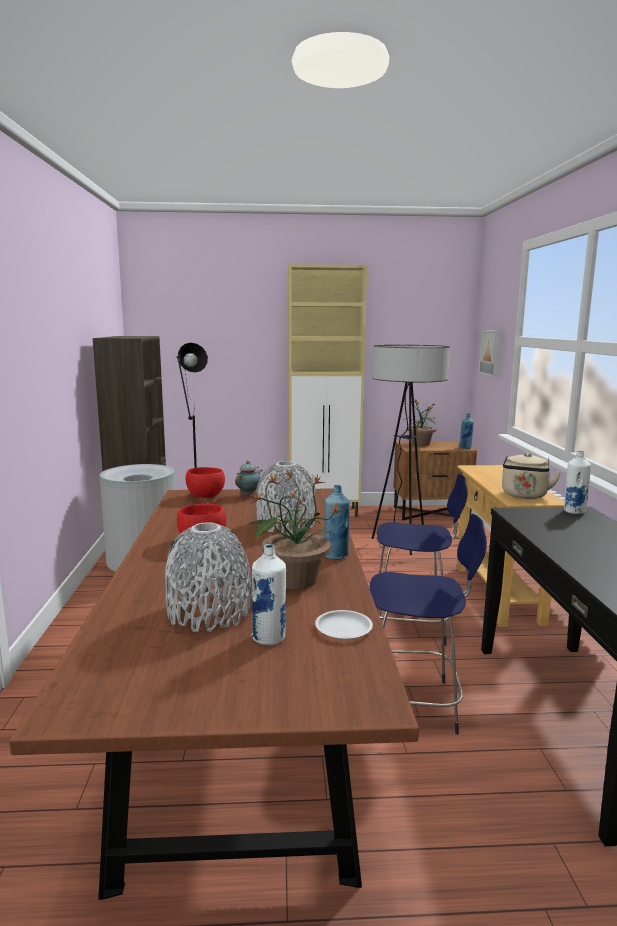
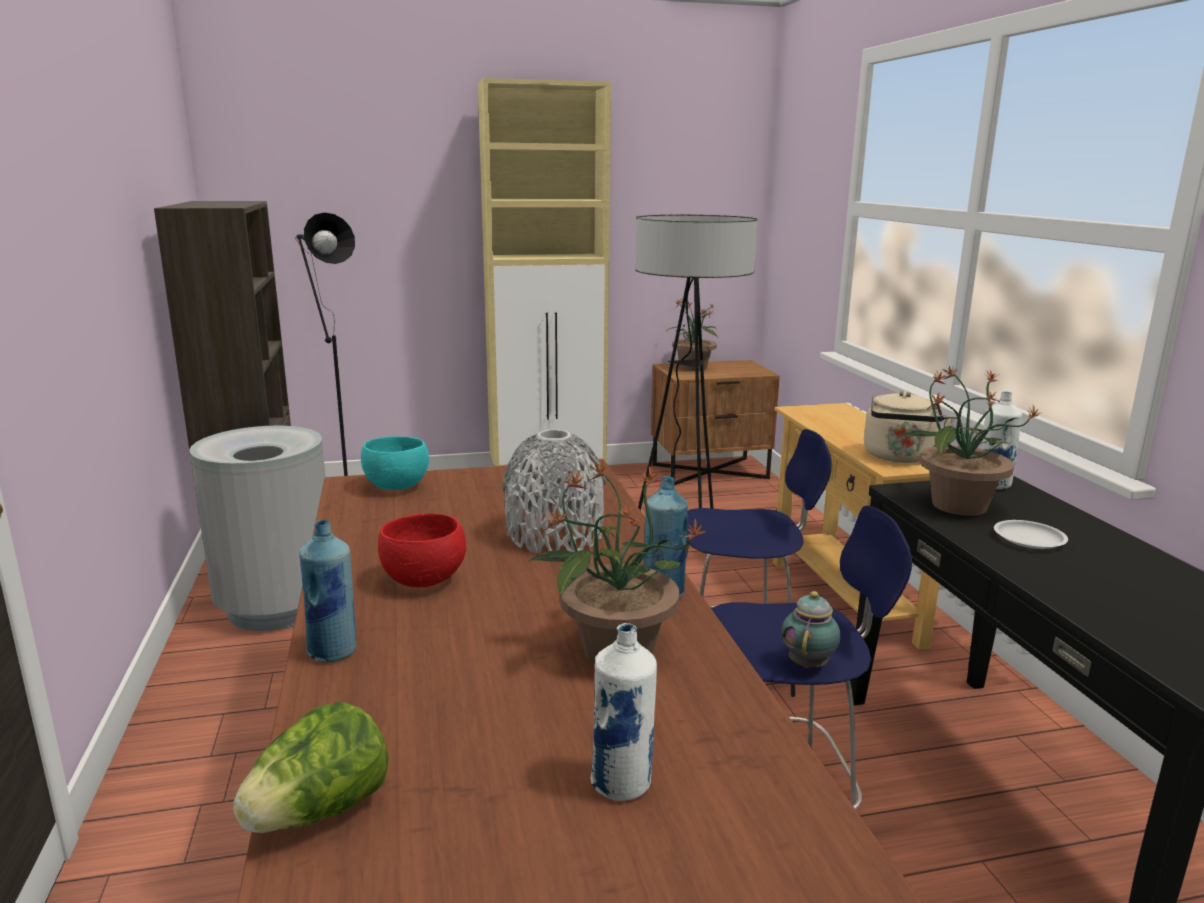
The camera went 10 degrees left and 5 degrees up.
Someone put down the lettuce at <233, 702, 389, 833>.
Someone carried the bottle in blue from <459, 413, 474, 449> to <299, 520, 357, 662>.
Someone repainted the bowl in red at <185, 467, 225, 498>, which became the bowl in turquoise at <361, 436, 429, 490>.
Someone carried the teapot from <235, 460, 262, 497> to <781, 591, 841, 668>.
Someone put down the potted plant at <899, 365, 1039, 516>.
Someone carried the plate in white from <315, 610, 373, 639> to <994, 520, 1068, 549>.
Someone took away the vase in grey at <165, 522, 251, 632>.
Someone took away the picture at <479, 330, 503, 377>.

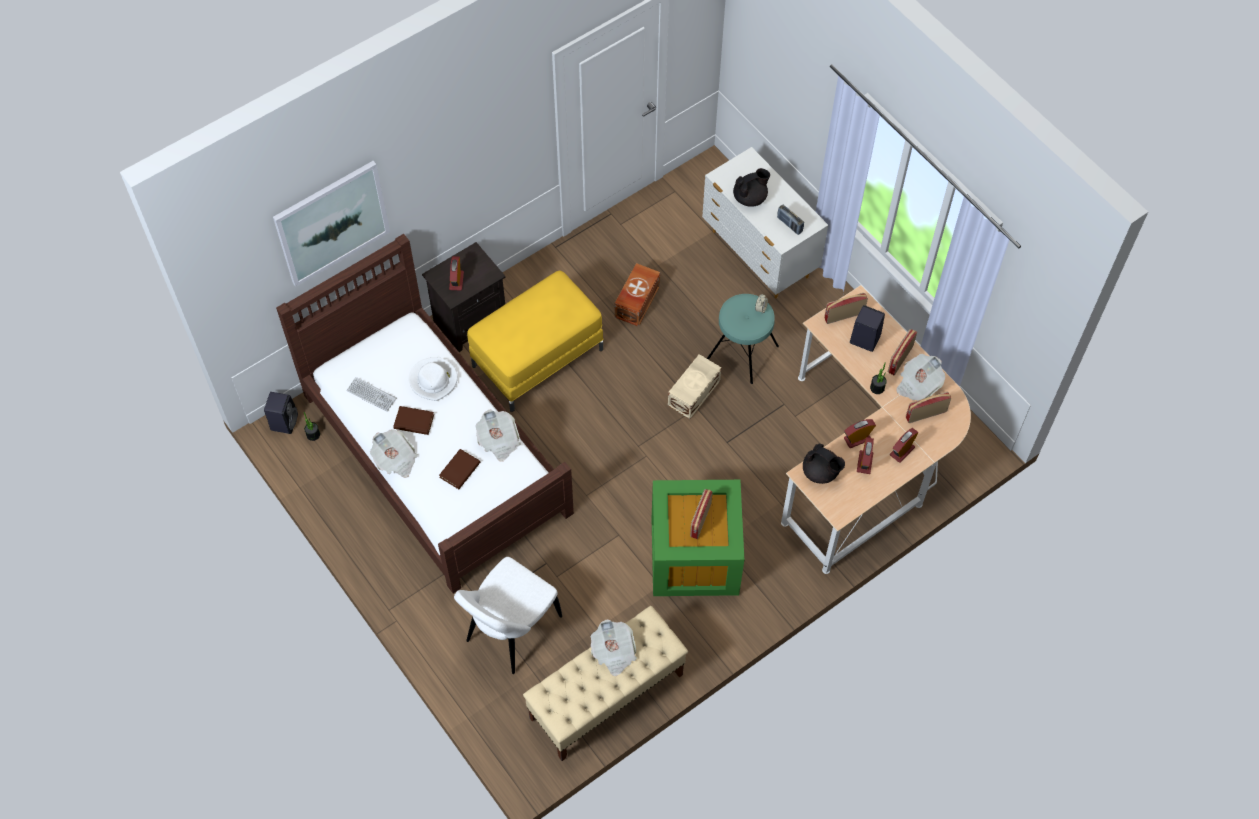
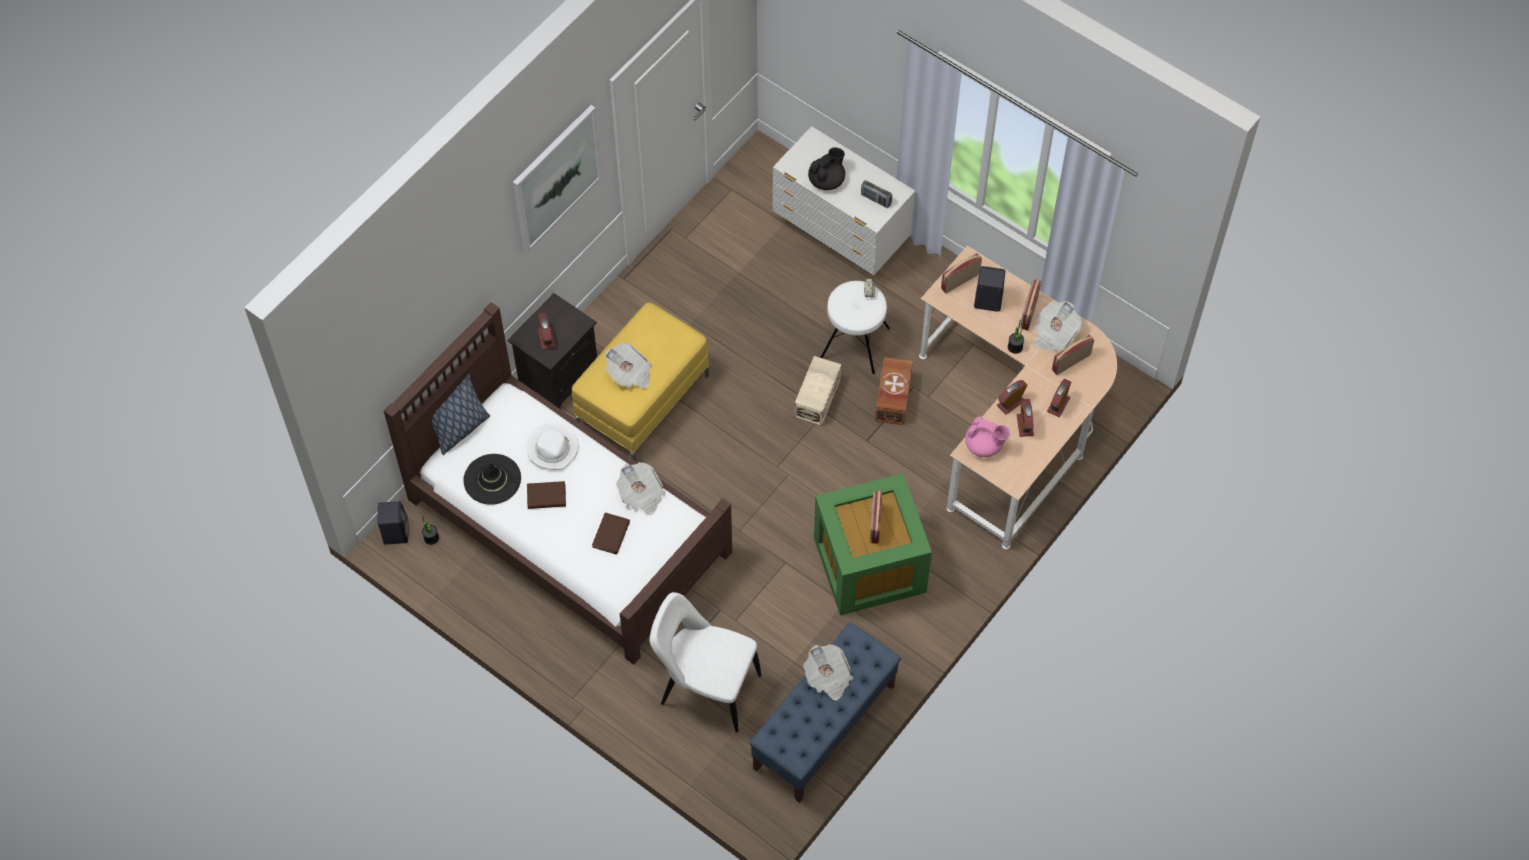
The camera went 15 degrees left and 0 degrees up.
Someone put down the pillow at <431, 374, 490, 455>.
Someone swapped the keyboard at <347, 377, 396, 412> for the hat in black at <463, 454, 521, 505>.
Someone carried the picture from <273, 161, 390, 287> to <513, 105, 603, 253>.
Someone carried the newspaper from <370, 430, 418, 478> to <605, 343, 651, 389>.
Someone rotated the chair in white at <454, 557, 562, 674> by 90 degrees clockwise.
Someone repainted the bench in beige at <523, 606, 688, 761>, which became the bench in blue at <749, 623, 901, 803>.
Someone repainted the stool in turquoise at <707, 294, 779, 384>, which became the stool in white at <820, 281, 890, 374>.
Someone carried the storage box in brown from <615, 263, 660, 327> to <875, 357, 913, 425>.
Someone repainted the teapot in black at <803, 444, 845, 484>, which became the teapot in pink at <965, 417, 1010, 457>.

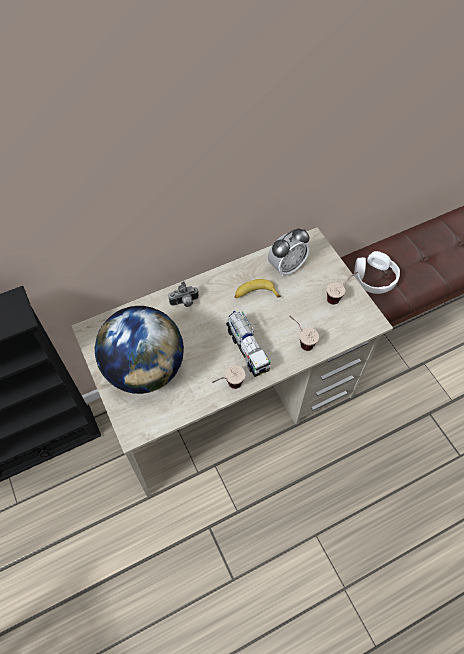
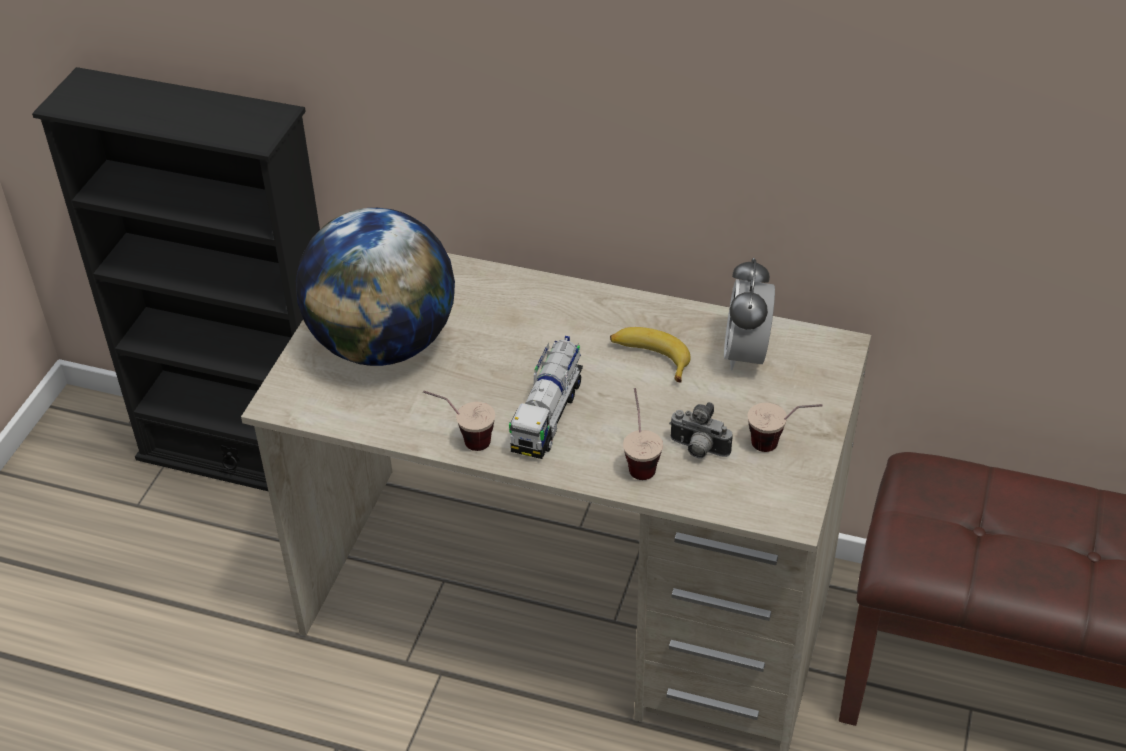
The camera went 45 degrees right and 15 degrees down.
Someone carried the photo camera from <168, 281, 199, 307> to <669, 402, 732, 458>.
Someone rotated the alarm clock at <268, 228, 310, 277> by 90 degrees clockwise.
Someone took away the headphones in white at <354, 251, 400, 294>.

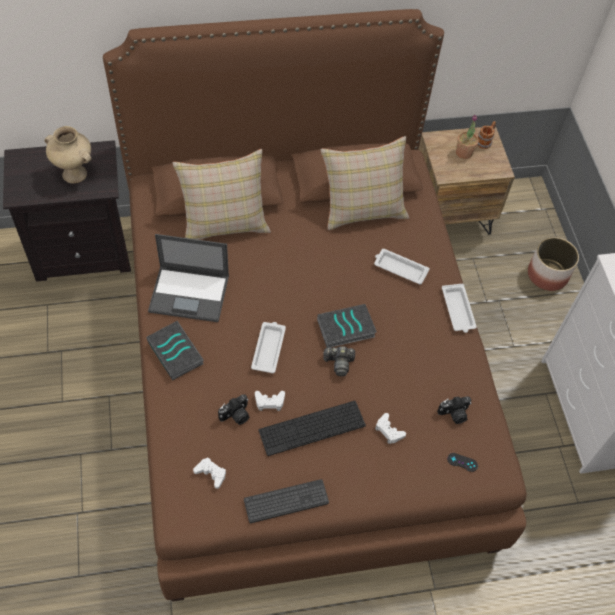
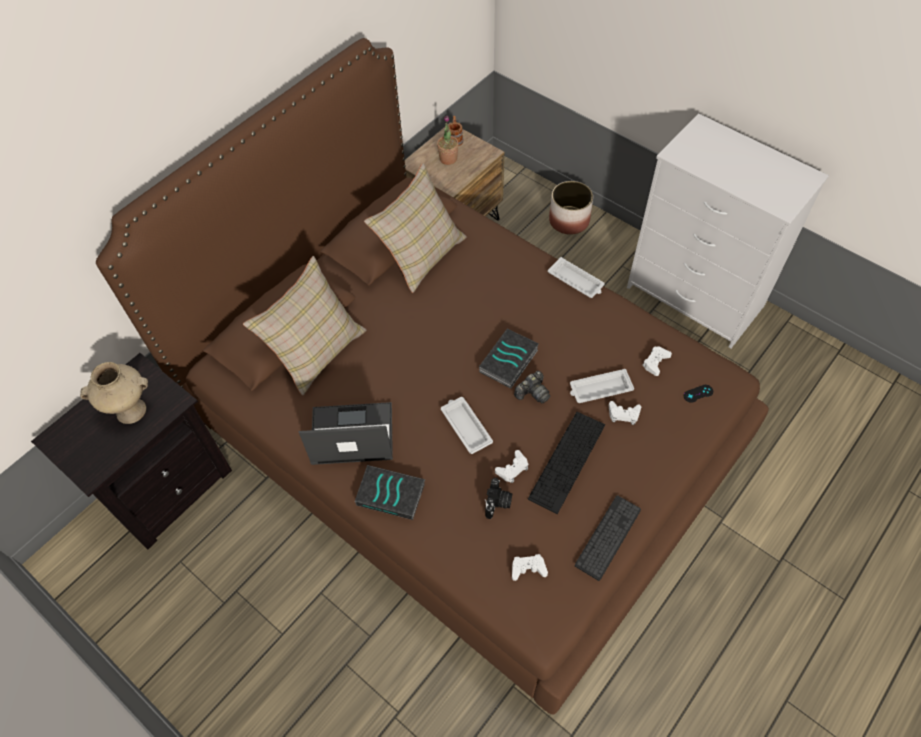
The camera went 35 degrees left and 0 degrees up.
Someone rotated the laptop at <148, 234, 229, 322> by 150 degrees counterclockwise.
Someone carried the tray in white from <374, 249, 429, 284> to <570, 369, 634, 403>.
Someone swapped the photo camera at <437, 396, 471, 424> for the game controller in white at <642, 346, 672, 376>.

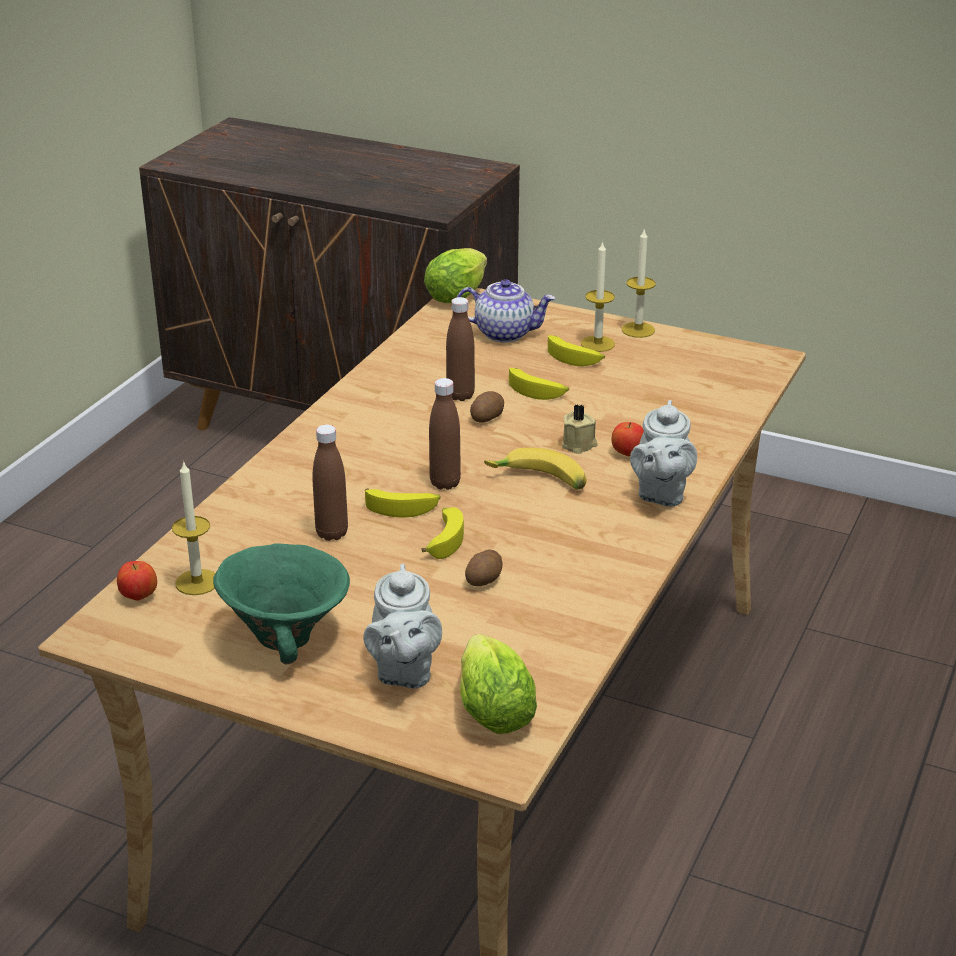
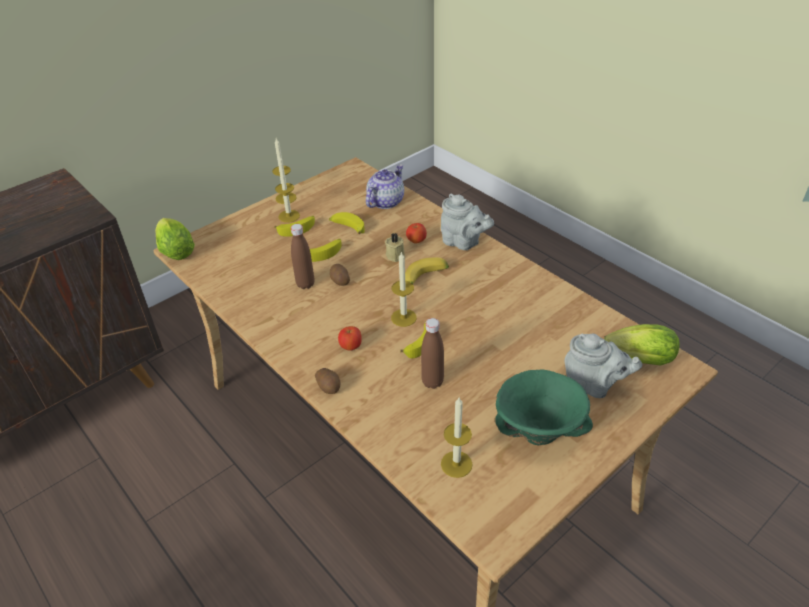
The camera went 65 degrees left and 10 degrees up.
Someone carried the potato from <465, 549, 503, 586> to <315, 368, 340, 394>.
Someone carried the banana from <421, 507, 464, 559> to <329, 212, 365, 234>.
Someone carried the apple from <117, 561, 157, 601> to <338, 326, 362, 351>.
Someone carried the teapot from <457, 279, 555, 342> to <366, 164, 404, 209>.
Someone swapped the bottle in brown at <429, 378, 461, 490> for the candle at <391, 251, 417, 327>.

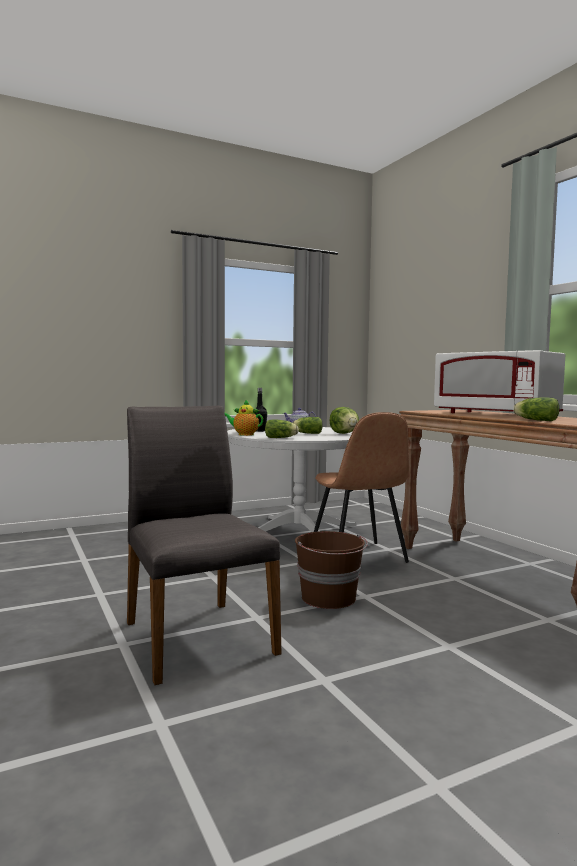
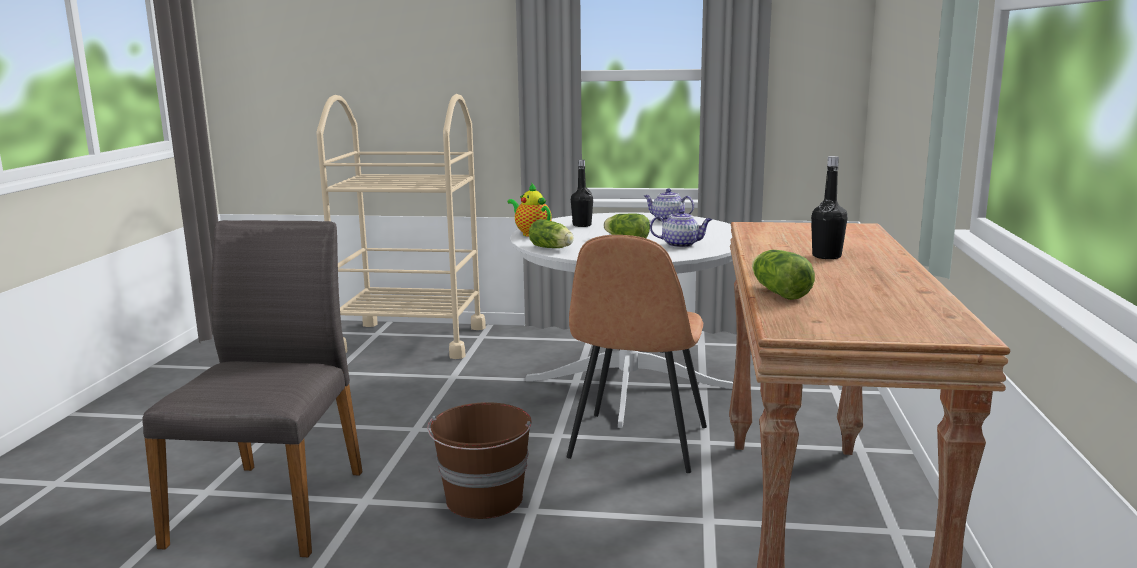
The camera went 35 degrees right and 10 degrees up.
Someone put down the cart in beige at <317, 94, 486, 359>.
Someone swapped the lettuce at <330, 407, 359, 434> for the teapot at <650, 209, 712, 248>.
Someone swapped the microwave in white at <434, 350, 565, 413> for the bottle in black at <811, 156, 848, 259>.

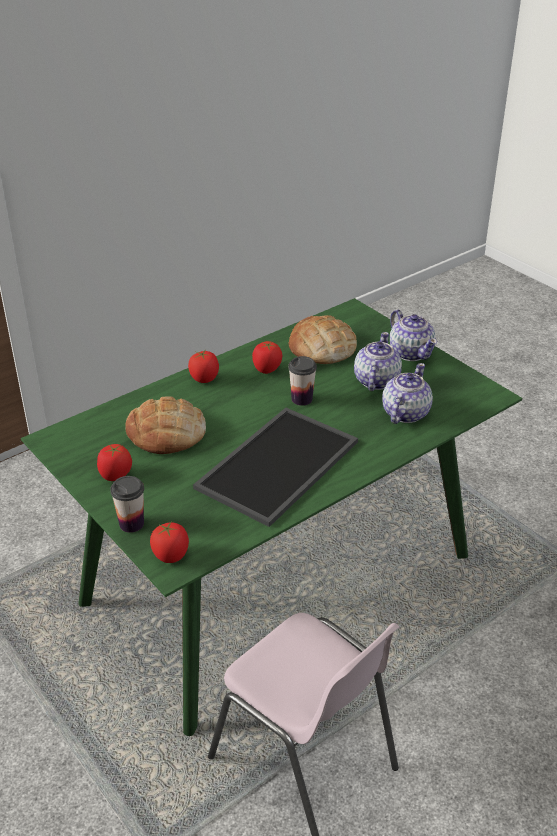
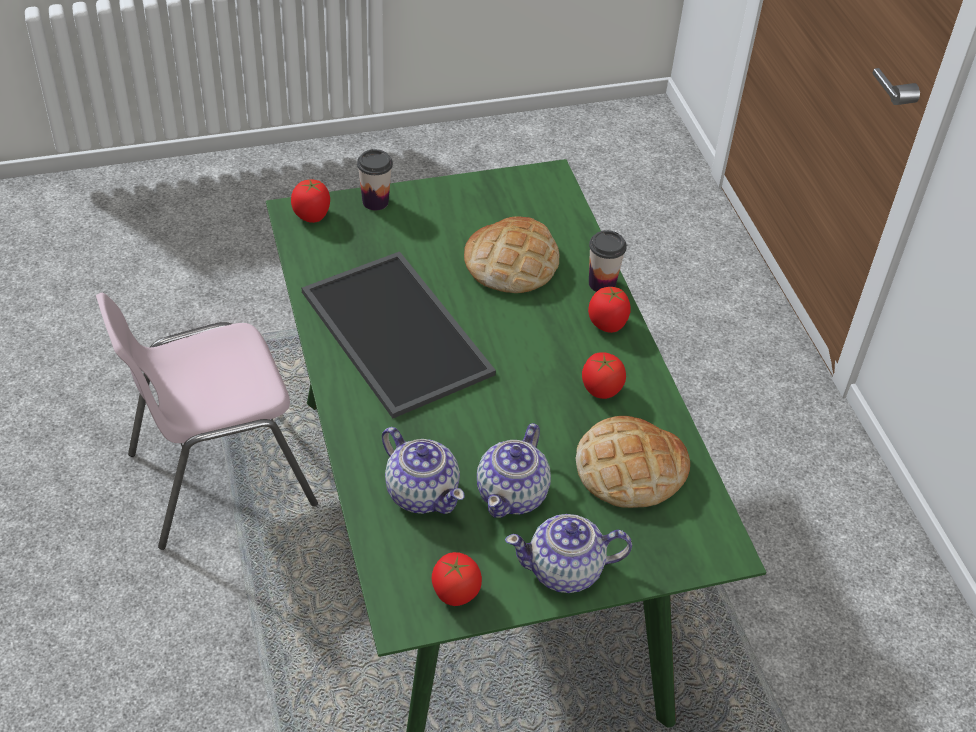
The camera went 110 degrees right and 10 degrees up.
Someone carried the tomato from <97, 444, 132, 481> to <432, 552, 482, 606>.
Someone rotated the teapot at <354, 332, 402, 391> by 75 degrees clockwise.
Someone carried the cup from <288, 356, 317, 406> to <589, 230, 627, 292>.

